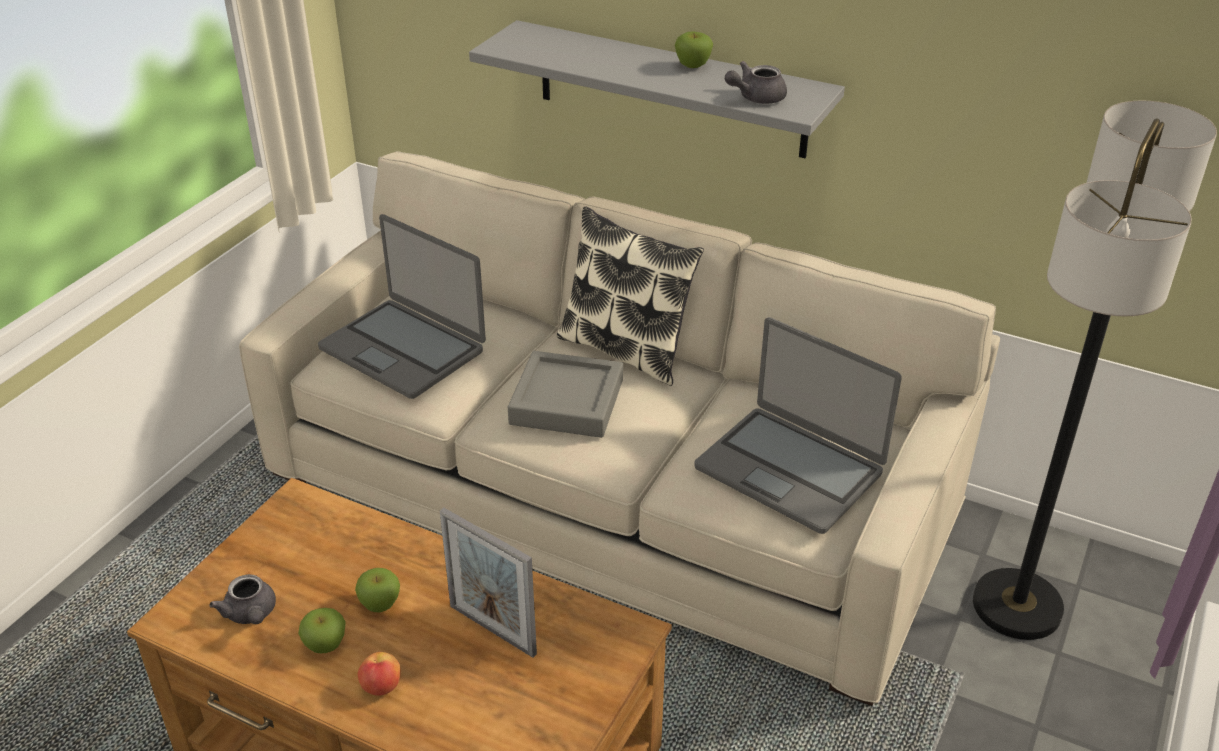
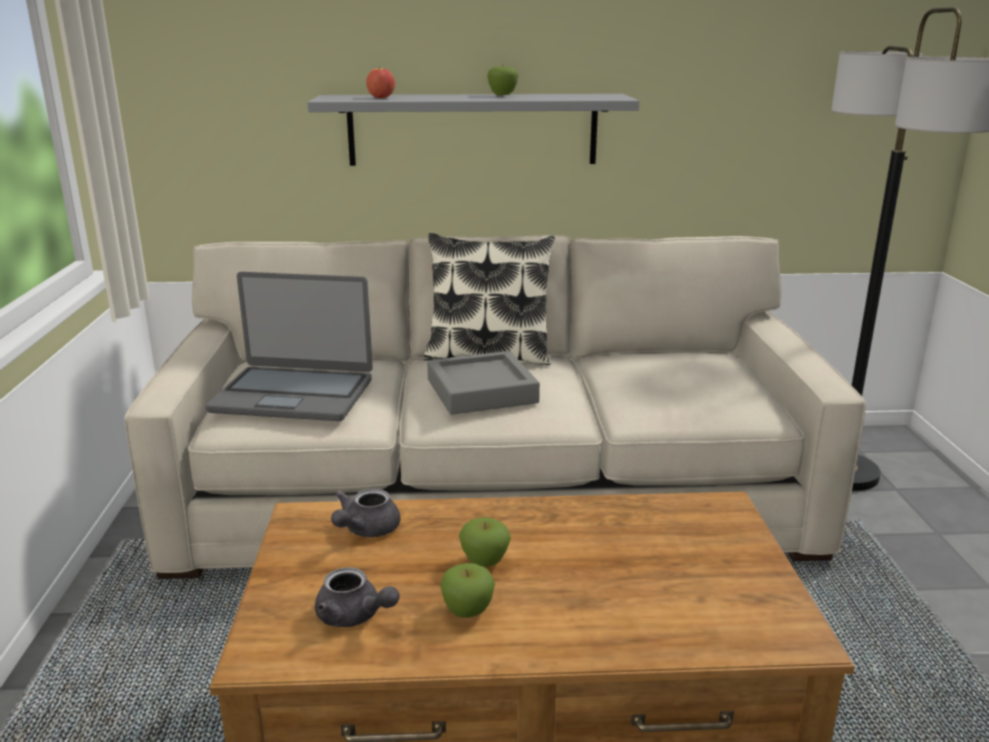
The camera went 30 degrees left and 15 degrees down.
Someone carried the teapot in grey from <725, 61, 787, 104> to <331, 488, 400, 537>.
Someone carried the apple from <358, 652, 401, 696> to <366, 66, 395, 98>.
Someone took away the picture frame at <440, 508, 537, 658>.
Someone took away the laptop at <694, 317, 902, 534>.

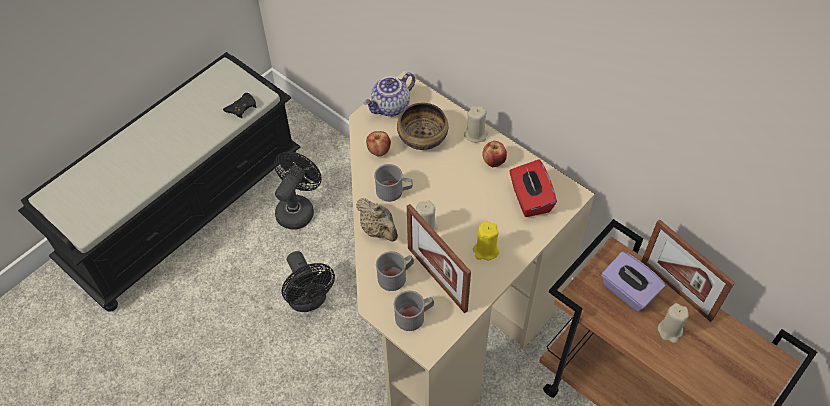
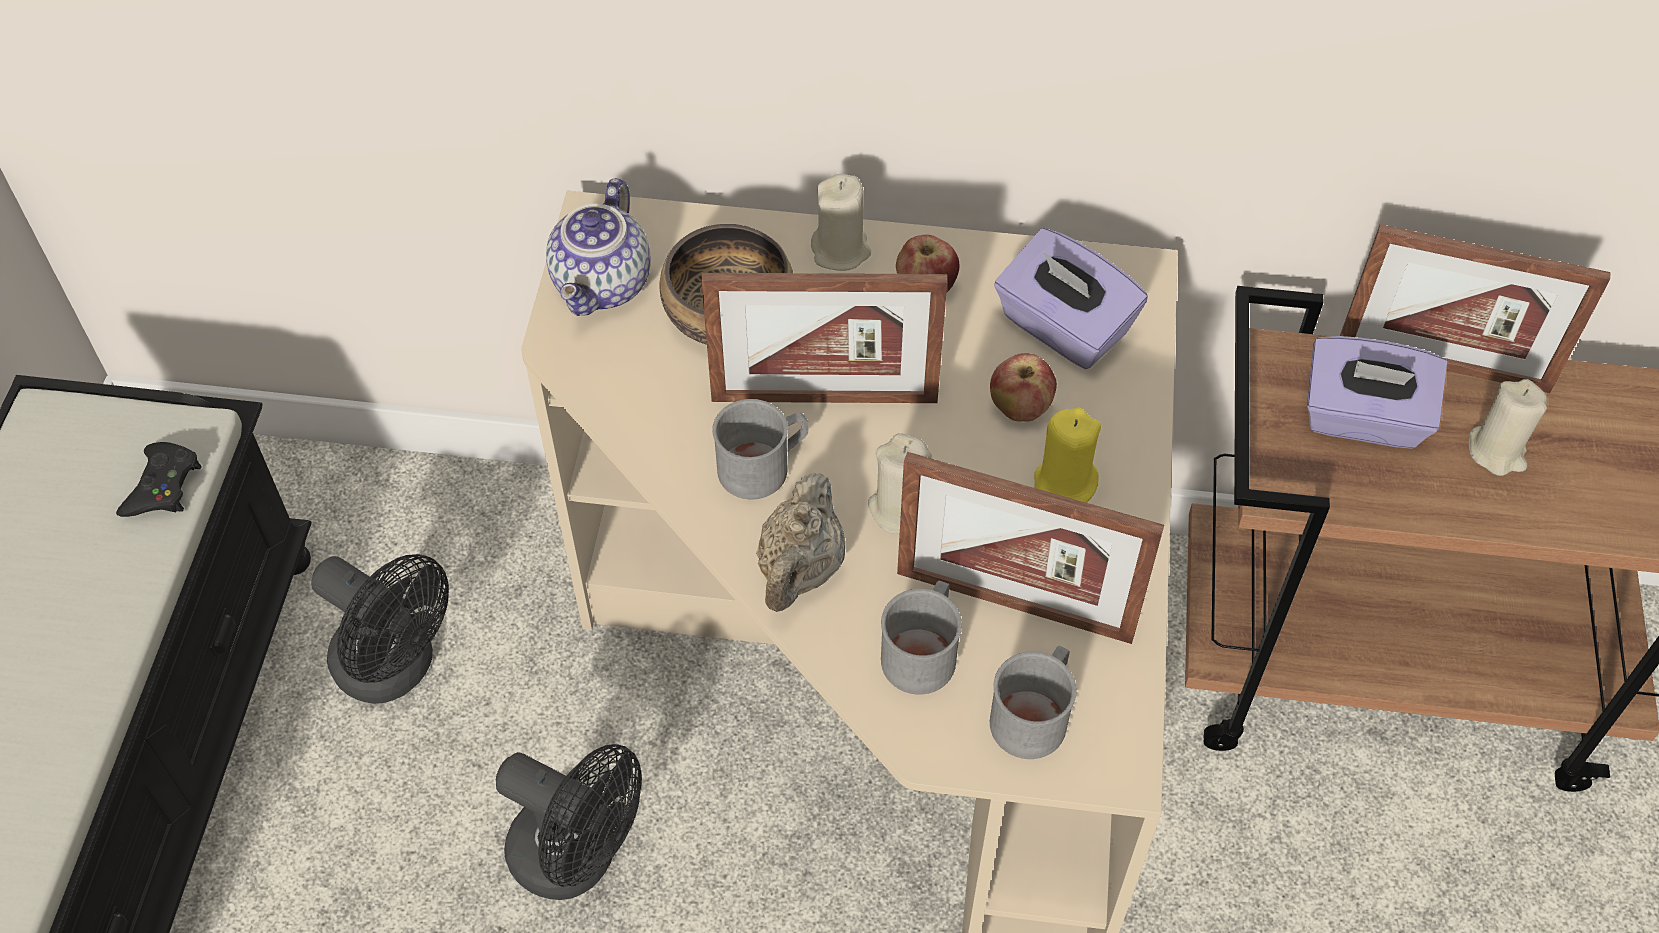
The camera went 35 degrees left and 0 degrees up.
Someone rotated the fan in black at <274, 152, 322, 229> by 135 degrees clockwise.
Someone put down the picture frame at <702, 273, 947, 403>.
Someone rotated the teapot in beige at <356, 198, 398, 242> by 90 degrees clockwise.
Someone carried the apple from <366, 131, 391, 156> to <990, 353, 1057, 421>.
Someone repainted the tissue box in red at <509, 159, 557, 217>, which became the tissue box in purple at <994, 228, 1148, 369>.

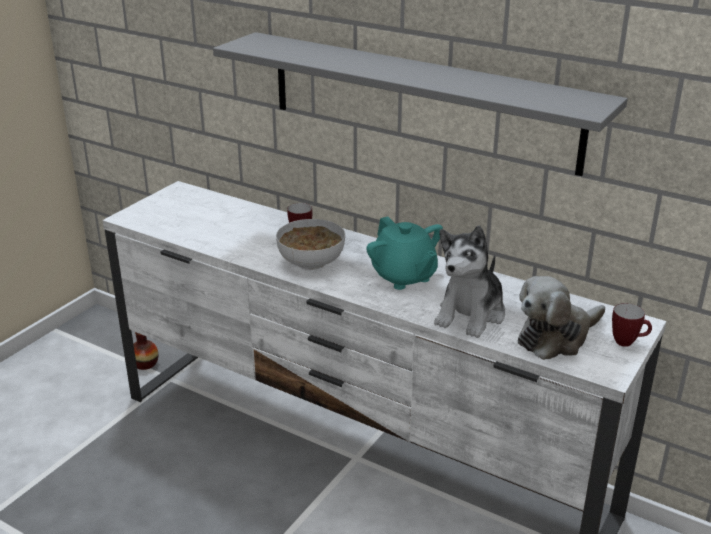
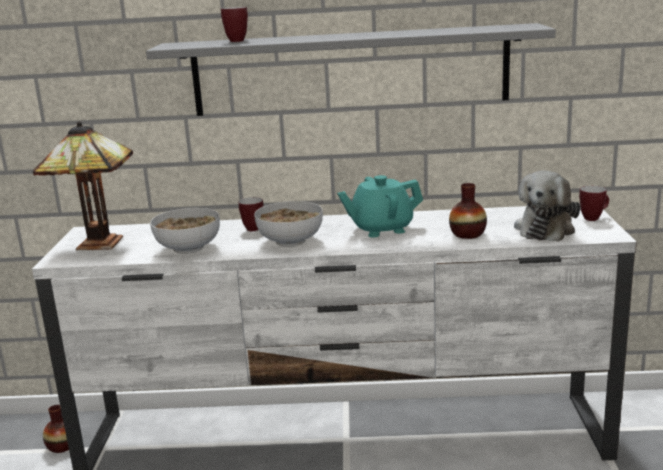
The camera went 30 degrees left and 10 degrees down.
Someone put down the table lamp at <33, 121, 133, 250>.
Someone put down the bowl at <150, 208, 220, 254>.
Someone put down the mug at <221, 7, 248, 42>.
Someone rotated the teapot in turquoise at <366, 217, 443, 290> by 135 degrees clockwise.
Someone swapped the plush toy at <434, 225, 505, 338> for the vase at <449, 183, 487, 239>.

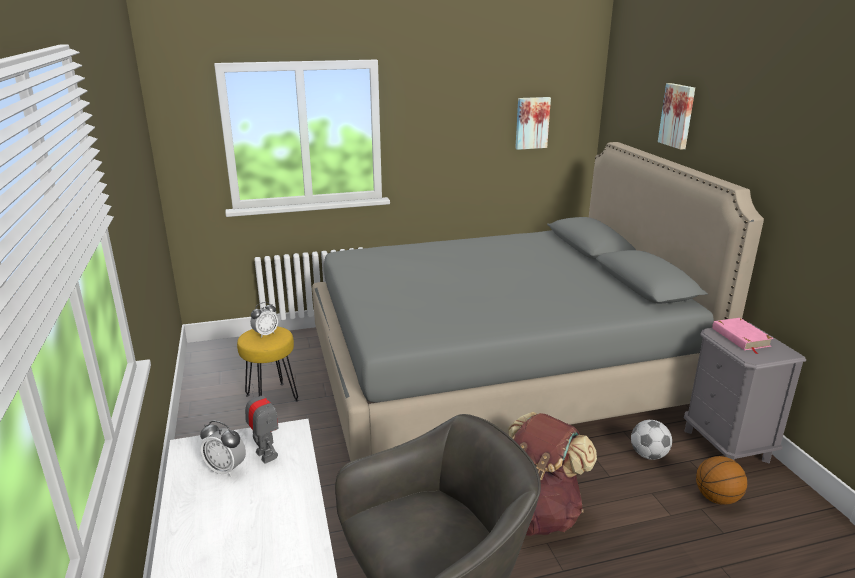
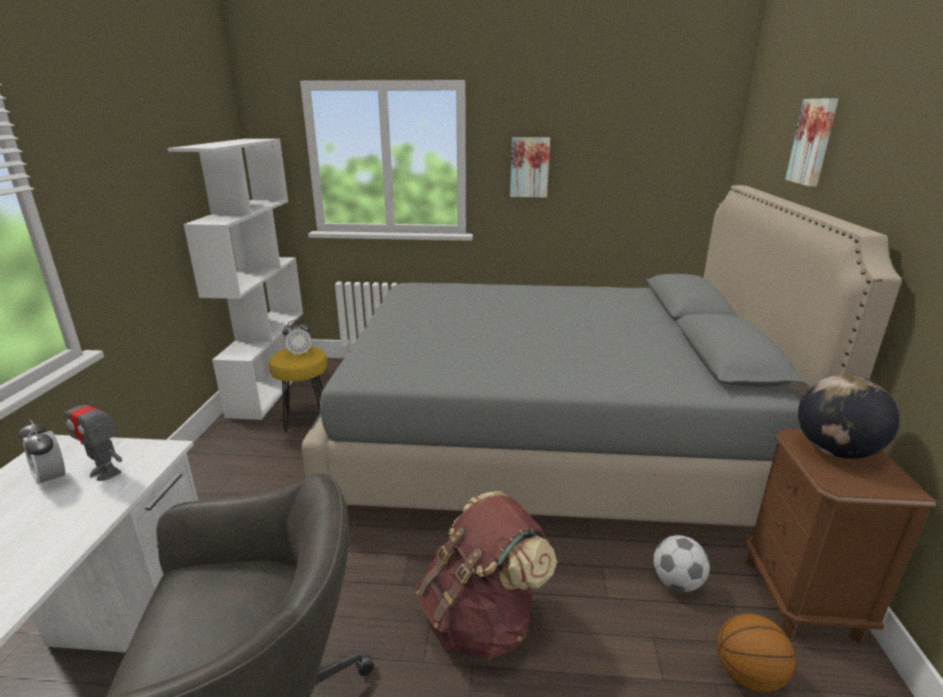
The camera went 20 degrees right and 0 degrees up.
Someone rotated the toy robot at <245, 383, 278, 464> by 135 degrees clockwise.
Someone put down the bookcase in white at <167, 139, 303, 420>.
Someone carried the picture from <515, 97, 551, 150> to <510, 137, 550, 197>.
Someone repainted the nightstand in grey at <684, 322, 806, 463>, which became the nightstand in brown at <745, 429, 936, 644>.
Someone swapped the book in pink at <712, 318, 774, 354> for the globe at <798, 375, 899, 459>.

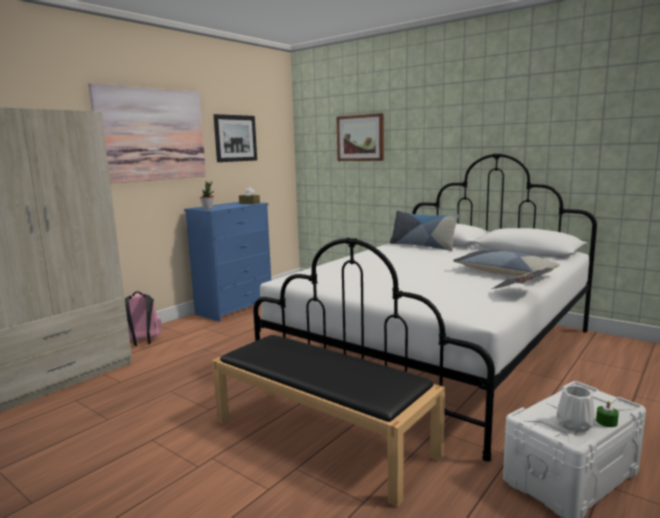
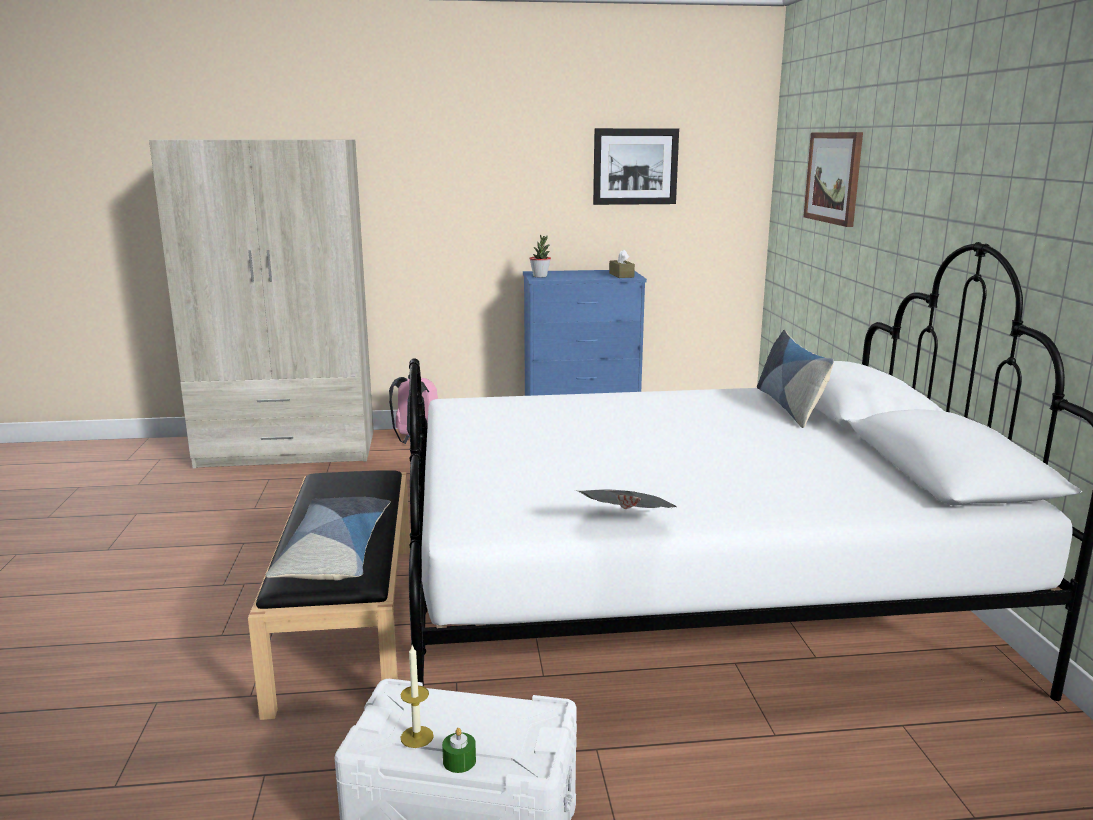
The camera went 45 degrees right and 5 degrees up.
Someone carried the pillow from <453, 250, 560, 276> to <266, 497, 391, 581>.
Someone swapped the vase in white at <556, 386, 595, 432> for the candle at <401, 645, 434, 748>.
Someone took away the picture at <88, 83, 206, 184>.

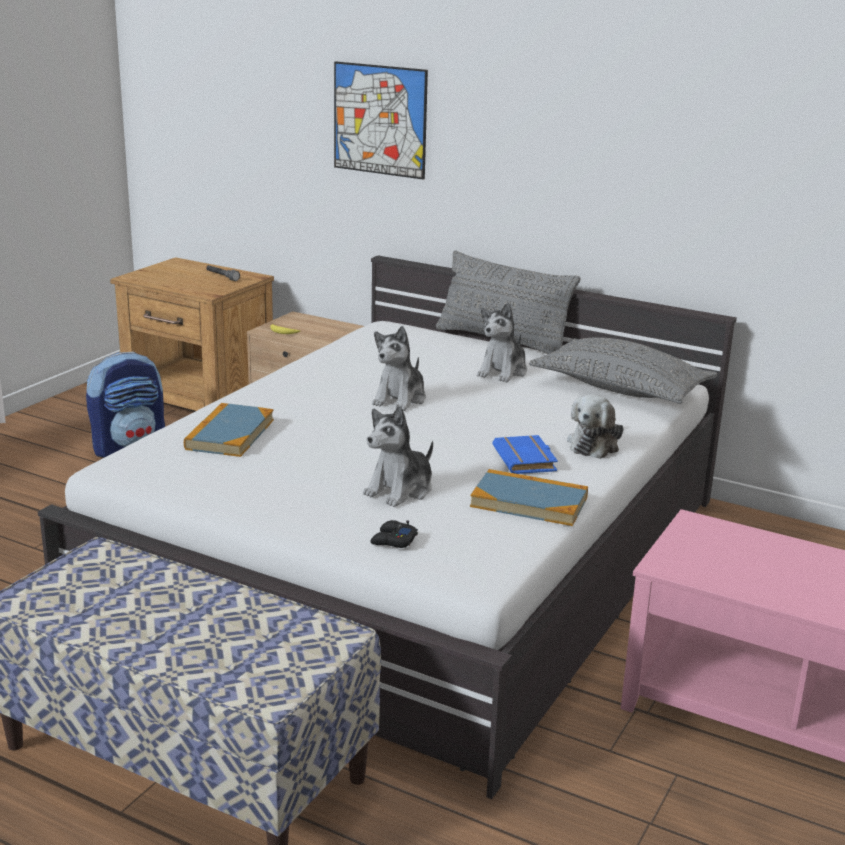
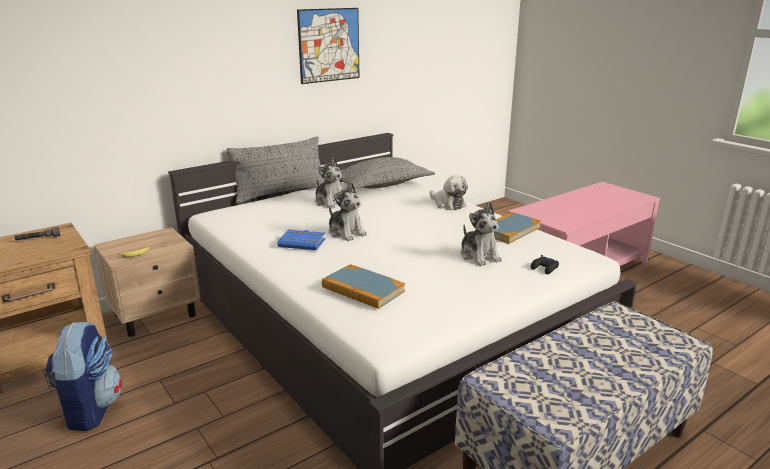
The camera went 65 degrees left and 0 degrees up.
Someone carried the book in blue from <493, 435, 558, 474> to <277, 229, 325, 250>.
Someone carried the picture from <334, 61, 428, 180> to <297, 8, 360, 84>.

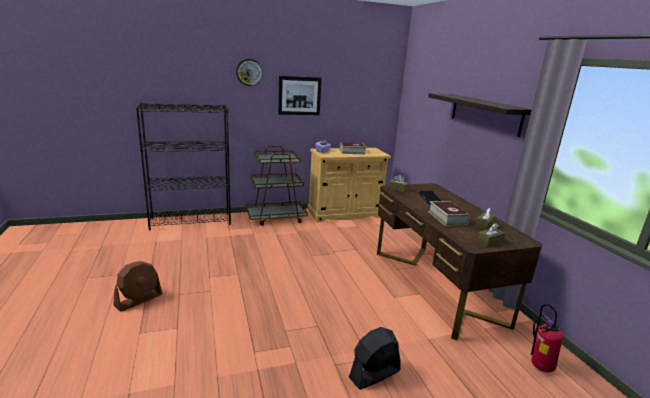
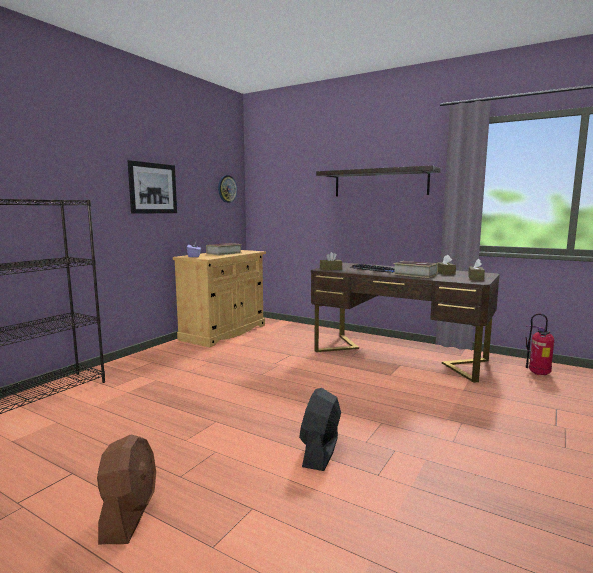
The camera went 40 degrees left and 10 degrees down.
Someone carried the wall clock from <236, 59, 263, 86> to <218, 175, 237, 203>.
Someone carried the fan in black from <349, 327, 400, 390> to <299, 388, 341, 471>.
Someone took away the cart in brown at <246, 146, 308, 226>.

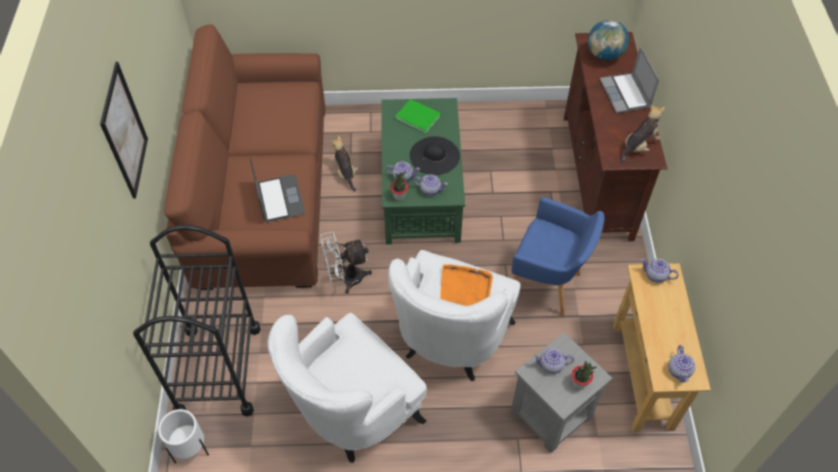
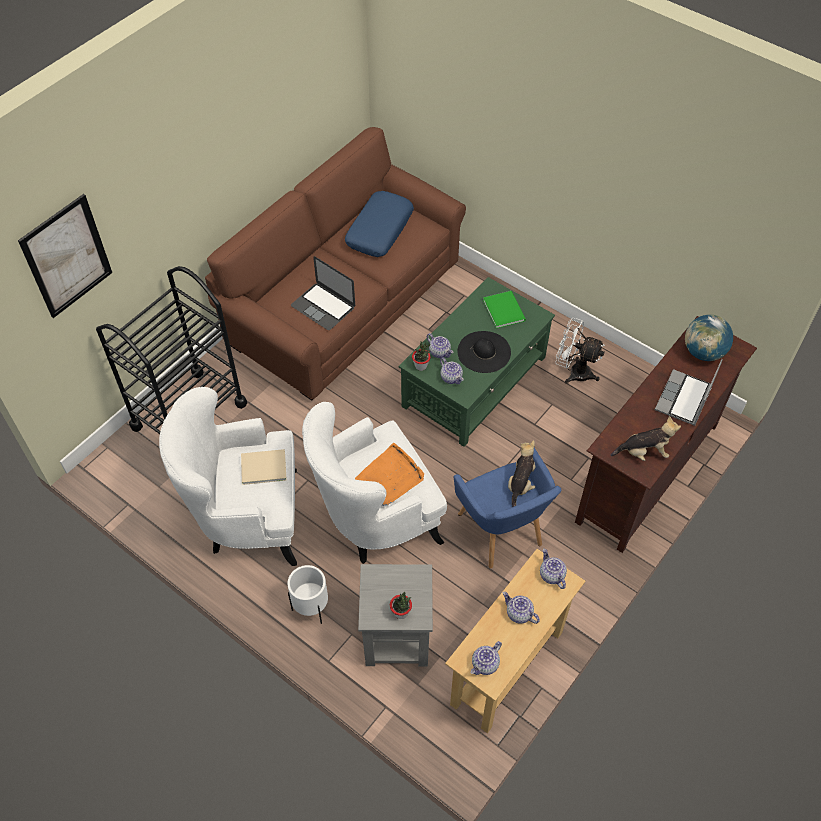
The camera went 40 degrees right and 0 degrees up.
Someone carried the picture from <100, 62, 148, 199> to <18, 194, 112, 318>.
Someone put down the book in beige at <241, 449, 287, 485>.
Someone carried the planter in white from <158, 409, 209, 464> to <288, 565, 328, 624>.
Someone rotated the laptop at <250, 158, 305, 222> by 105 degrees clockwise.
Someone put down the pillow in blue at <345, 191, 414, 257>.
Someone carried the teapot from <533, 348, 574, 374> to <503, 592, 540, 624>.
Someone carried the plush toy from <331, 135, 358, 191> to <508, 440, 535, 507>.
Someone carried the fan in white from <321, 231, 372, 294> to <555, 318, 605, 384>.

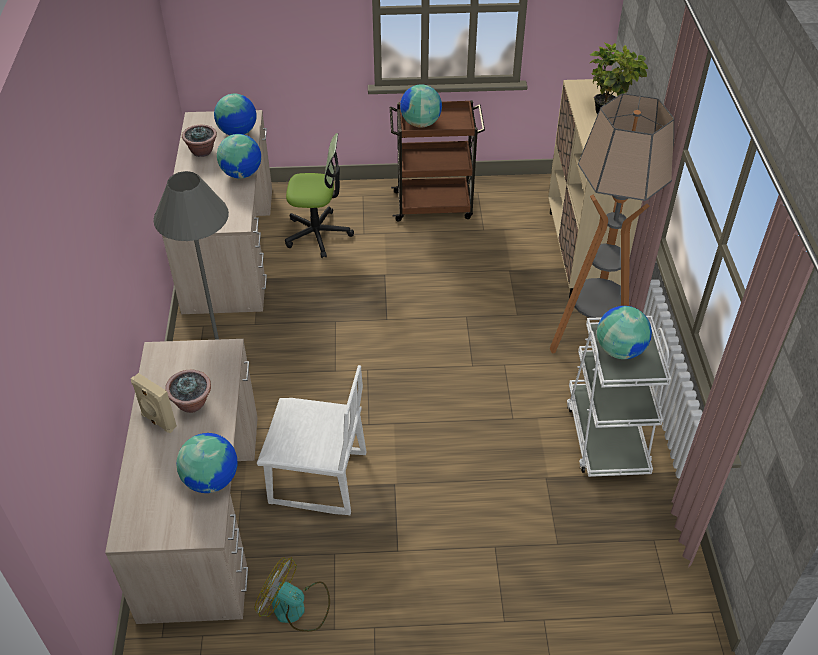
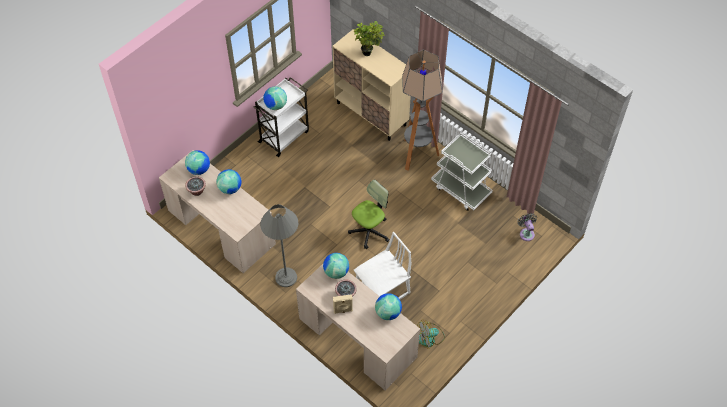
The camera went 45 degrees left and 10 degrees up.
Someone repainted the cart in brown at <390, 100, 485, 221>, which became the cart in white at <254, 77, 309, 157>.
Someone carried the globe from <597, 306, 652, 359> to <323, 253, 349, 279>.
Someone carried the office chair from <285, 133, 354, 258> to <348, 179, 390, 249>.
Someone put down the fan in grey at <517, 213, 537, 241>.

